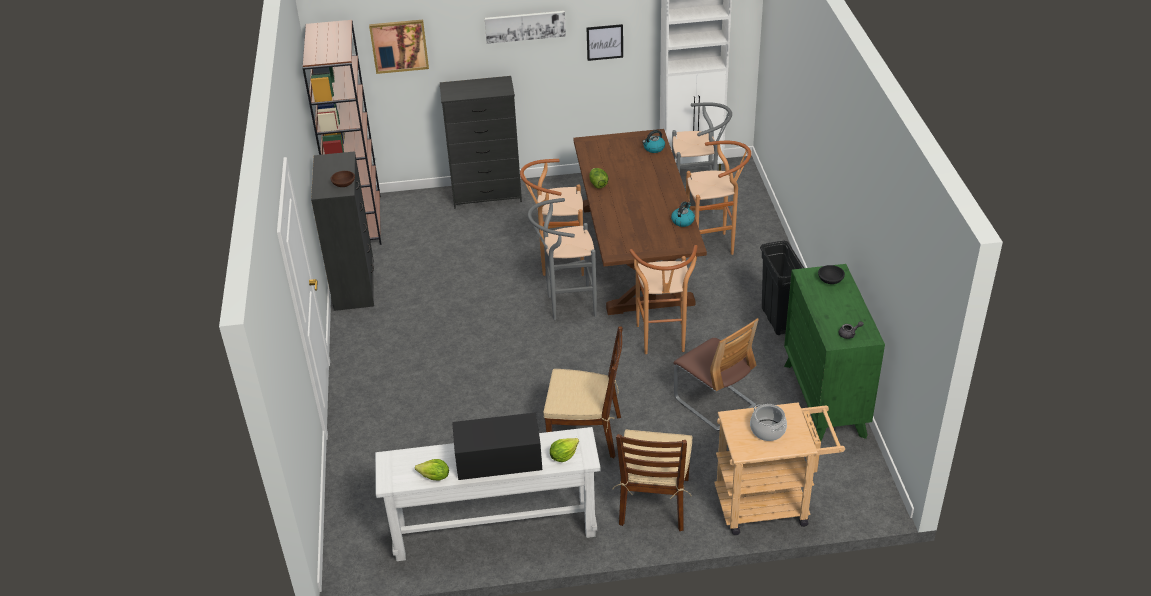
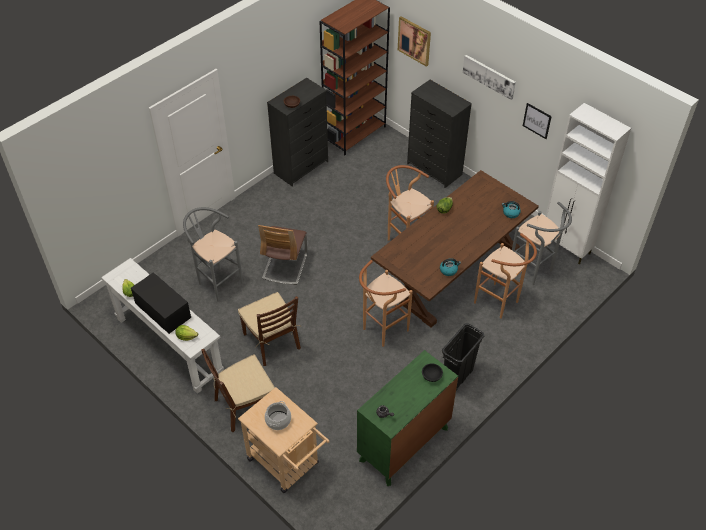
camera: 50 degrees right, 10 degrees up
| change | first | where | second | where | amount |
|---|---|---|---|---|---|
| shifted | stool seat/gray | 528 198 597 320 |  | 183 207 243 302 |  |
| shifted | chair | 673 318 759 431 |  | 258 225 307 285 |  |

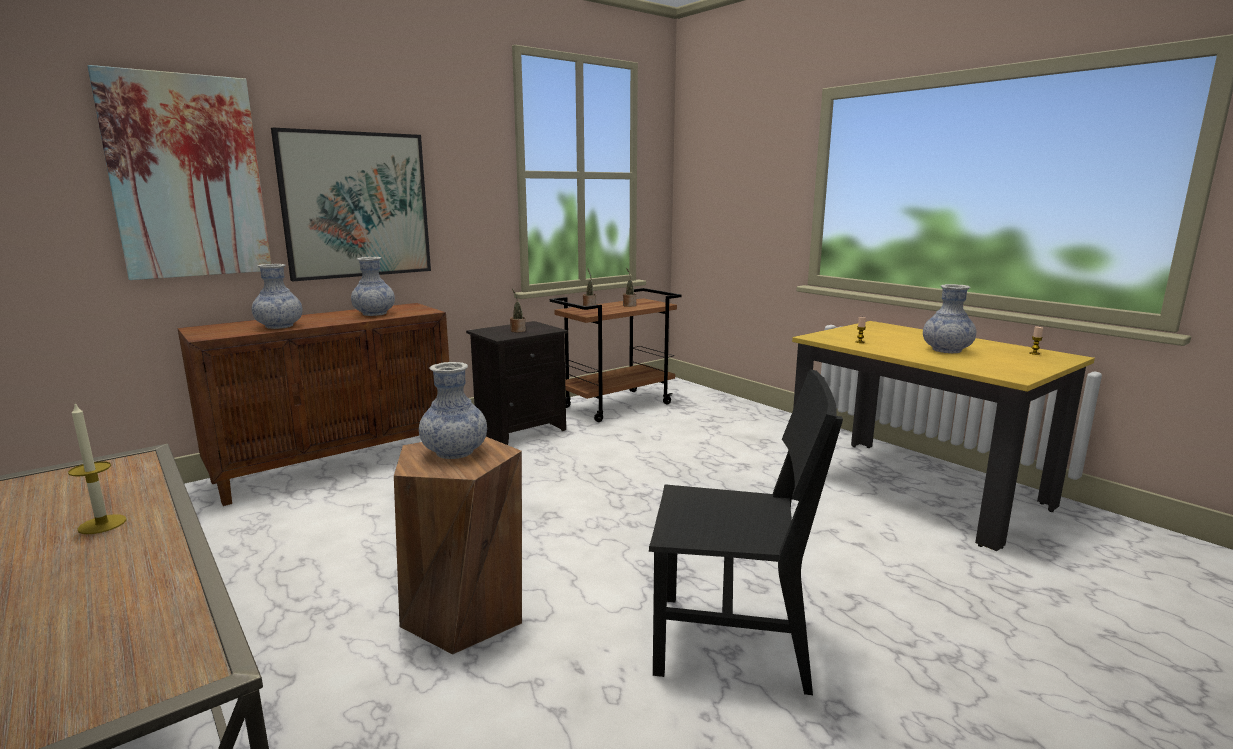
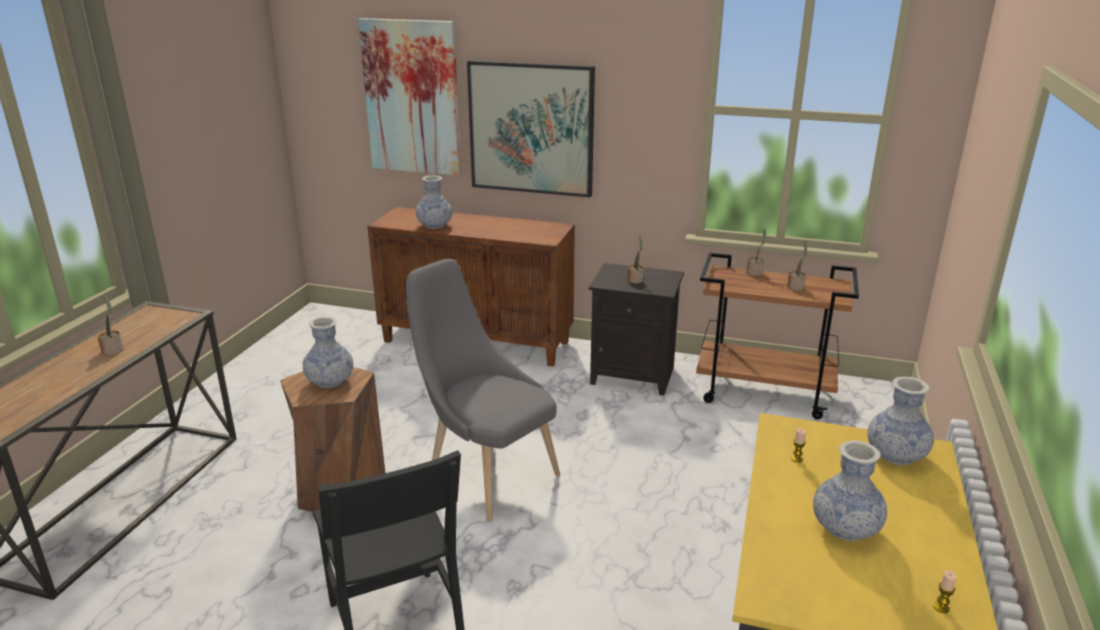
camera: 55 degrees right, 10 degrees up
| change | first | where | second | where | amount |
|---|---|---|---|---|---|
| shifted | decorative vase | 351 257 395 316 |  | 867 377 934 465 |  |
| swapped | wax candle | 68 403 127 534 | plant in a pot | 97 295 123 355 |  |
| new |  |  | chair/gray | 406 259 560 522 |  |

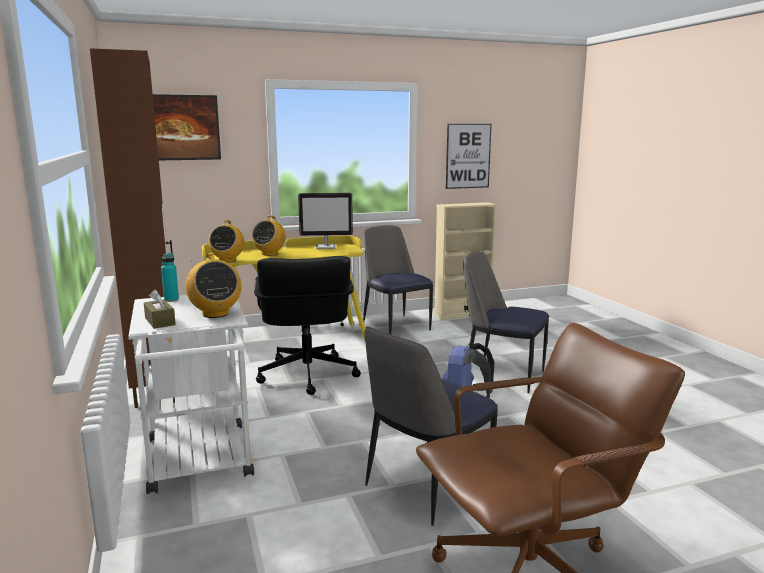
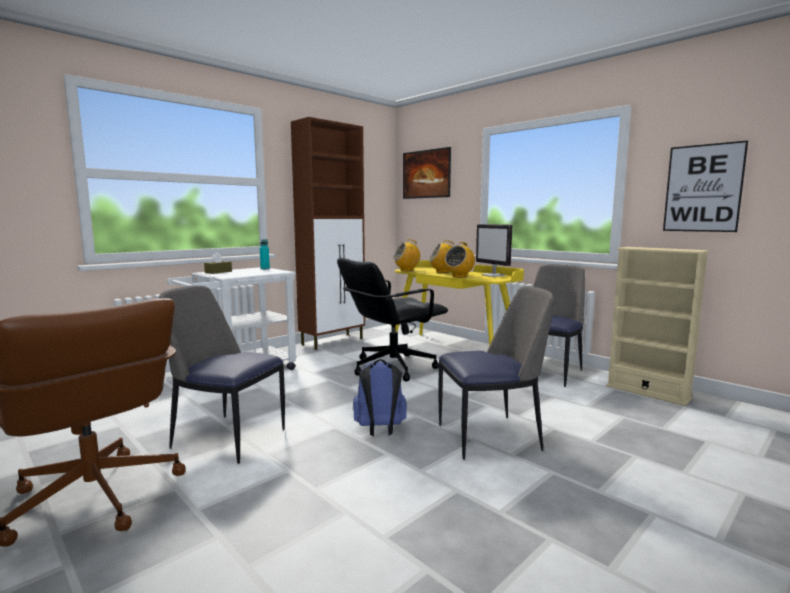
camera: 65 degrees right, 5 degrees down
| change | first | where | second | where | amount |
|---|---|---|---|---|---|
| rotated | chair | 463 251 549 393 |  | 438 286 555 460 | 75 degrees clockwise |
| shifted | radio set | 186 253 241 318 |  | 445 242 475 277 |  |

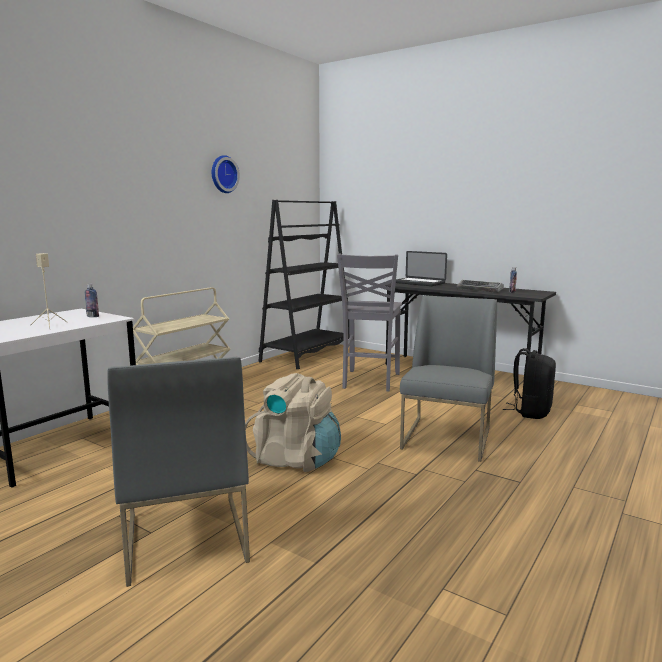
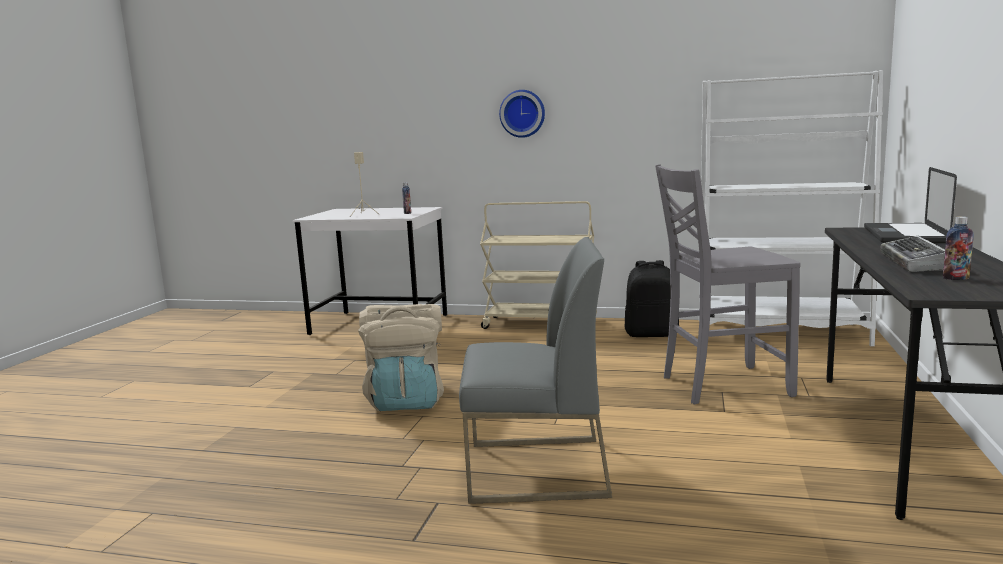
camera: 70 degrees right, 0 degrees up
| change | first | where | second | where | amount |
|---|---|---|---|---|---|
| shifted | wall clock | 212 155 240 193 |  | 499 90 545 138 |  |
| repainted | bookcase/black-coloured | 258 200 349 369 | bookcase/whitish | 699 70 883 347 |  |
| shifted | knapsack/black-coloured | 503 348 556 419 |  | 625 260 679 337 |  |
| gone | chair/gray | 107 357 250 587 |  |  |  |

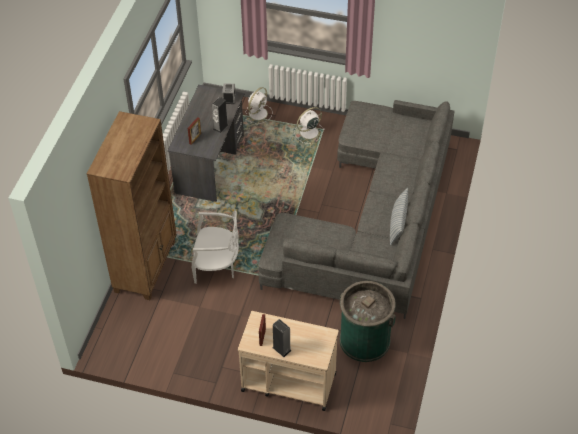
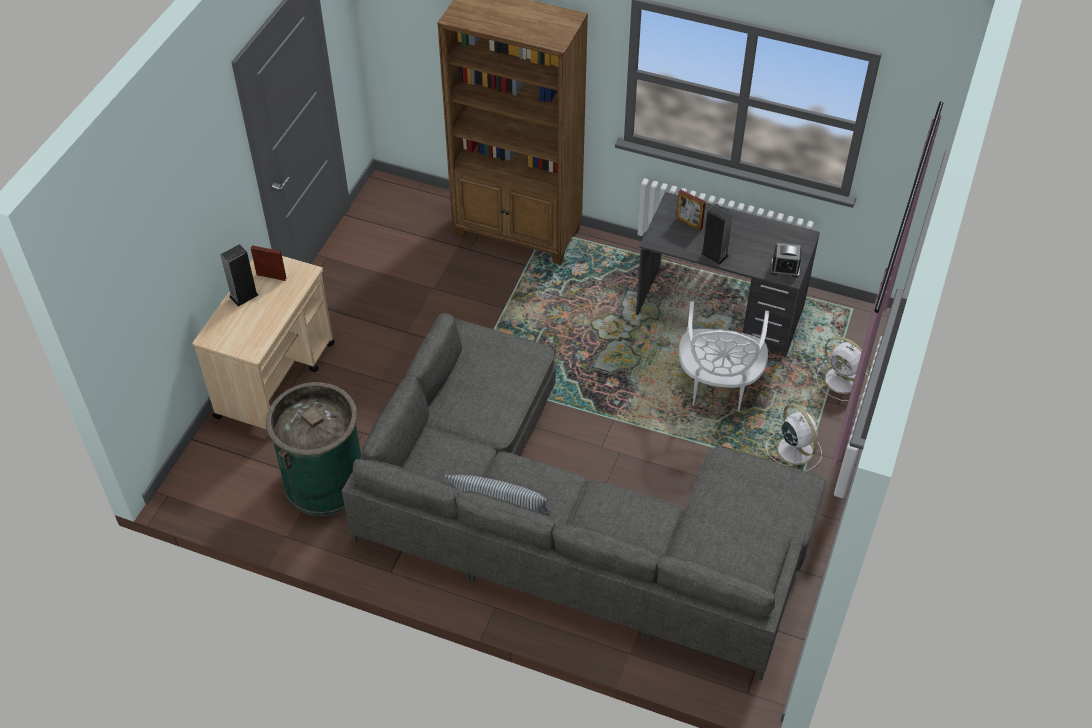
camera: 95 degrees right, 0 degrees up
| change | first | where | second | where | amount |
|---|---|---|---|---|---|
| shifted | chair/whitish | 192 211 239 284 |  | 679 301 769 412 |  |

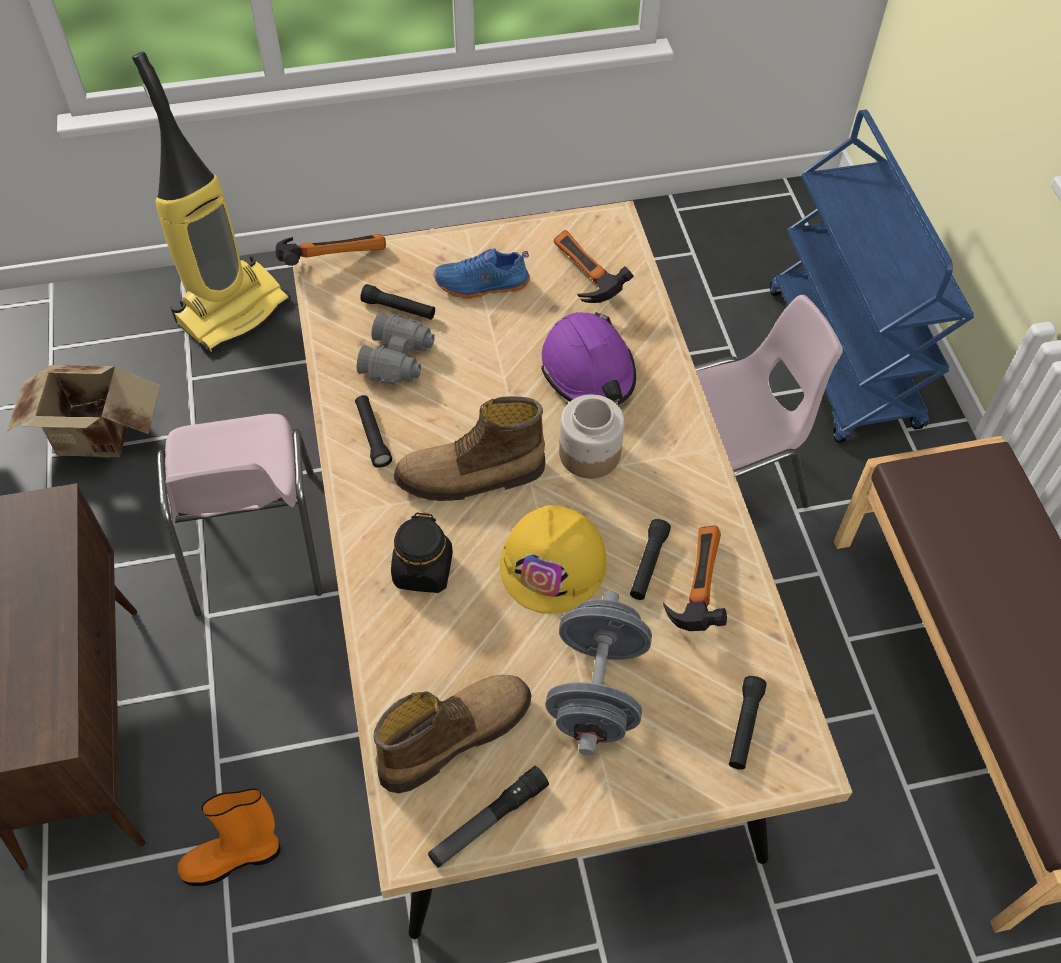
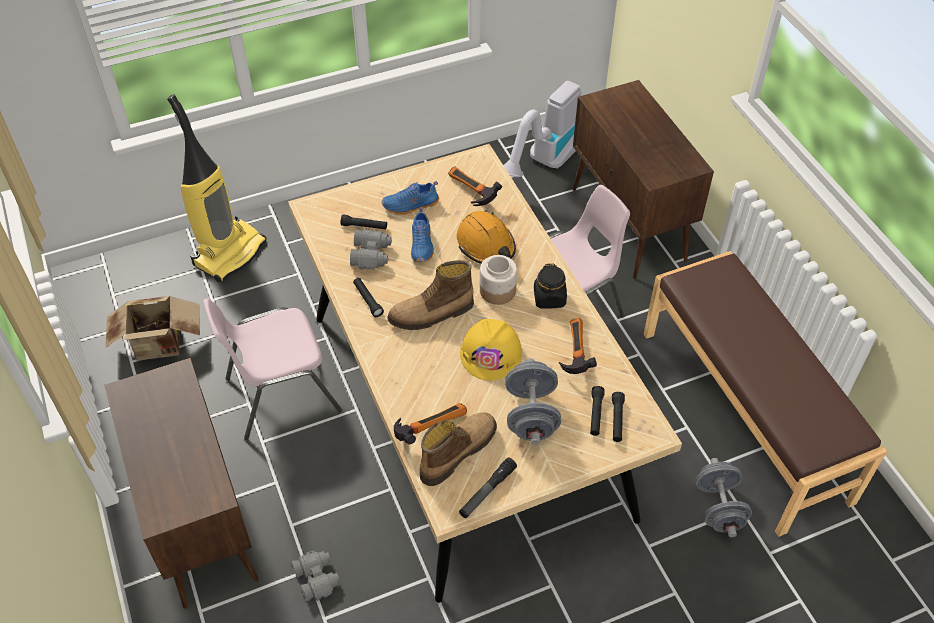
camera: 10 degrees left, 5 degrees down
| change | first | where | second | where | amount |
|---|---|---|---|---|---|
| swapped | cart/bluish | 770 110 974 443 | cupboard/brownish | 573 80 714 279 |  |
| shifted | hammer | 276 234 386 266 |  | 394 403 467 444 |  |
| repainted | safety helmet/purplish | 541 312 636 405 | safety helmet/orange | 457 210 516 264 |  |
| rotated | chair/pink | 157 414 323 616 |  | 203 298 342 440 | 90 degrees clockwise |
| shifted | preserve jar/black-coloured | 391 512 453 593 |  | 534 264 567 309 |  |
| shifted | hand torch/black-coloured | 630 519 671 600 |  | 590 386 605 436 |  |
| swapped | high-top boot/orange | 177 788 280 886 | pair of binoculars/gray | 291 551 340 602 |  |
| new |  |  | hoover | 503 81 581 177 |  |
| new |  |  | item of footwear/bluish | 411 207 434 262 |  |
| new |  |  | hand weight/gray | 696 458 752 537 |  |

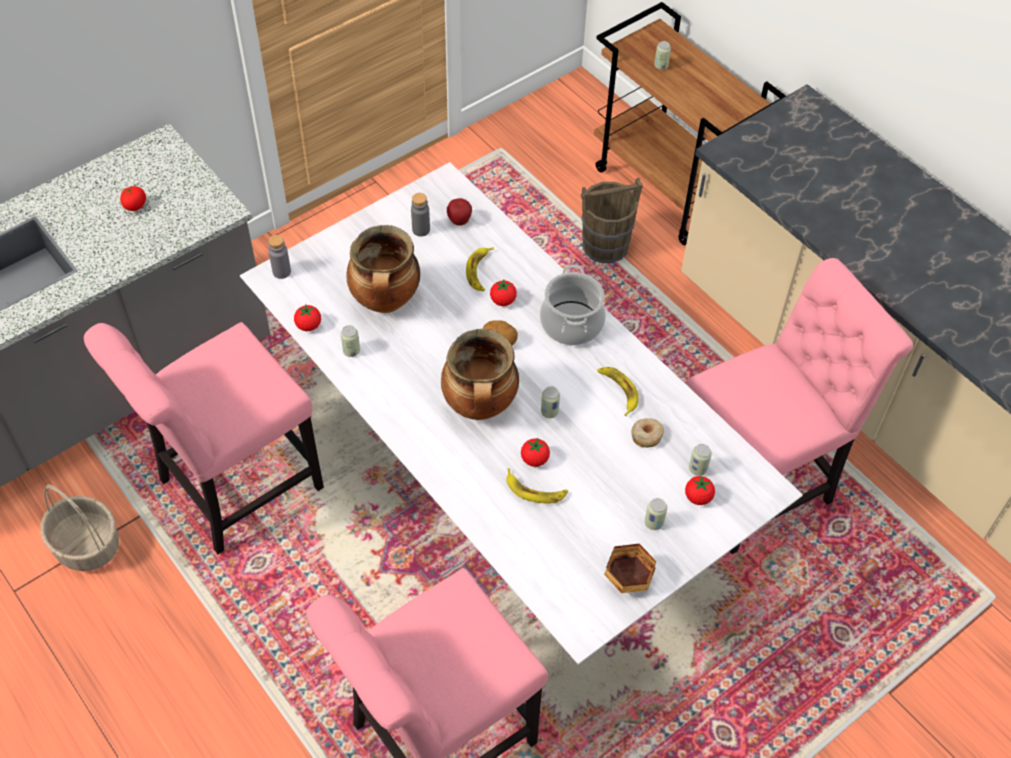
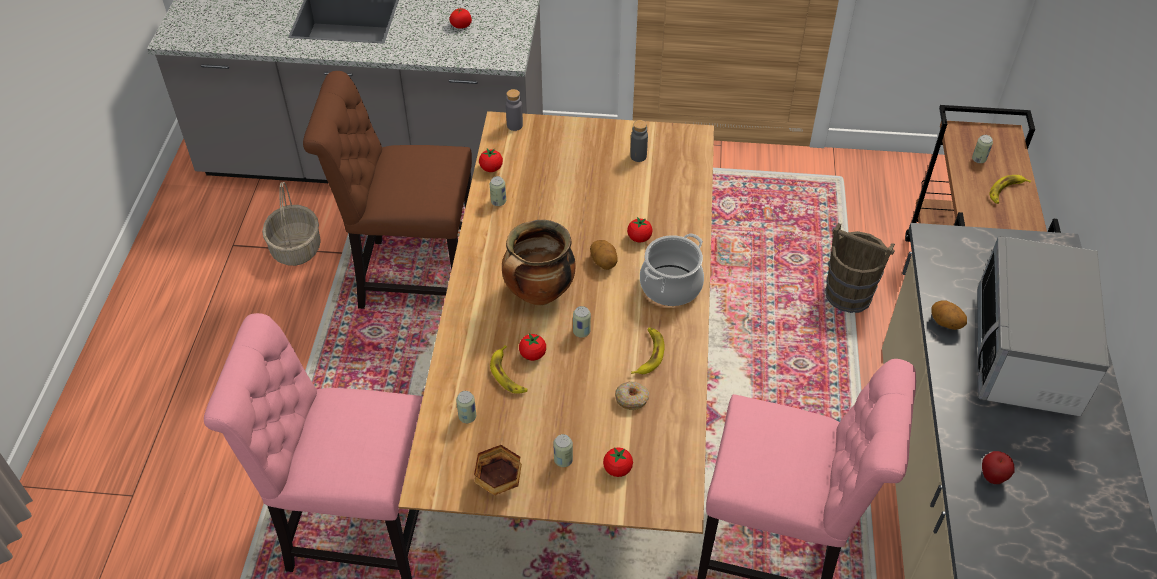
camera: 45 degrees right, 5 degrees down
| change | first | where | second | where | amount |
|---|---|---|---|---|---|
| repainted | kitchen table/whitish | 240 162 803 665 | kitchen table/brownish | 398 111 714 534 |  |
| shifted | apple fruit | 447 198 472 226 |  | 982 451 1015 484 |  |
| gone | saucepot | 346 225 420 313 |  |  |  |
| shifted | banana | 466 247 494 292 |  | 989 175 1031 204 |  |
| repainted | chair/pink | 84 322 324 554 | chair/brownish | 303 71 472 309 |  |
| shifted | sealed can | 689 444 712 476 |  | 456 391 476 423 |  |
| new |  |  | microwave | 977 236 1109 416 |  |
| new |  |  | whole potato | 931 300 967 330 |  |

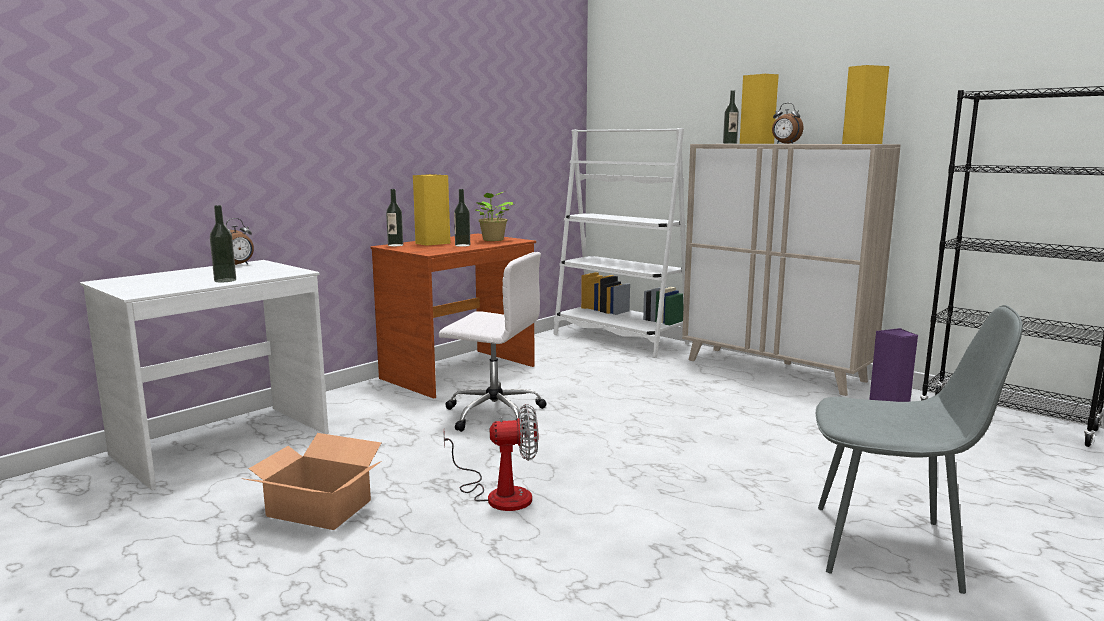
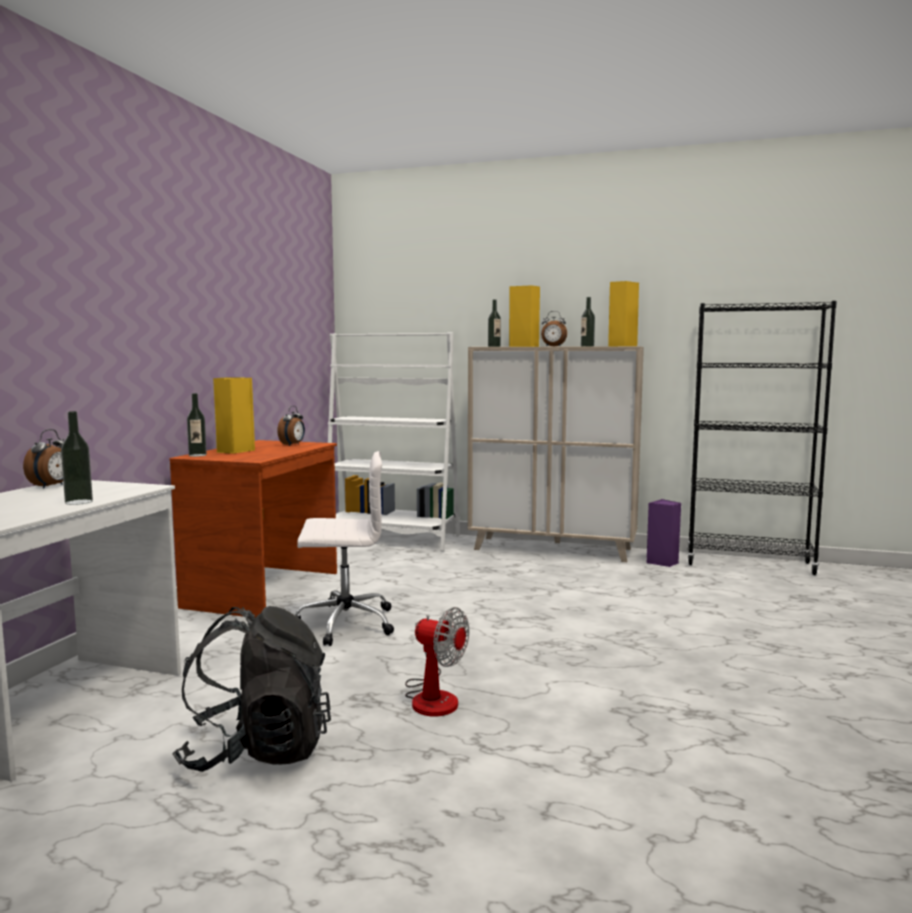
camera: 25 degrees left, 5 degrees down
| change | first | where | second | where | amount |
|---|---|---|---|---|---|
| shifted | bottle | 454 189 470 247 |  | 581 297 595 346 |  |
| swapped | plant in a pot | 475 192 513 241 | alarm clock | 277 406 305 446 |  |
| gone | chair/gray | 816 305 1023 594 |  |  |  |
| rotated | electric fan | 444 404 538 511 |  | 405 607 469 716 | 60 degrees clockwise |
| swapped | carton | 245 433 382 530 | knapsack/black-coloured | 172 606 331 772 |  |

